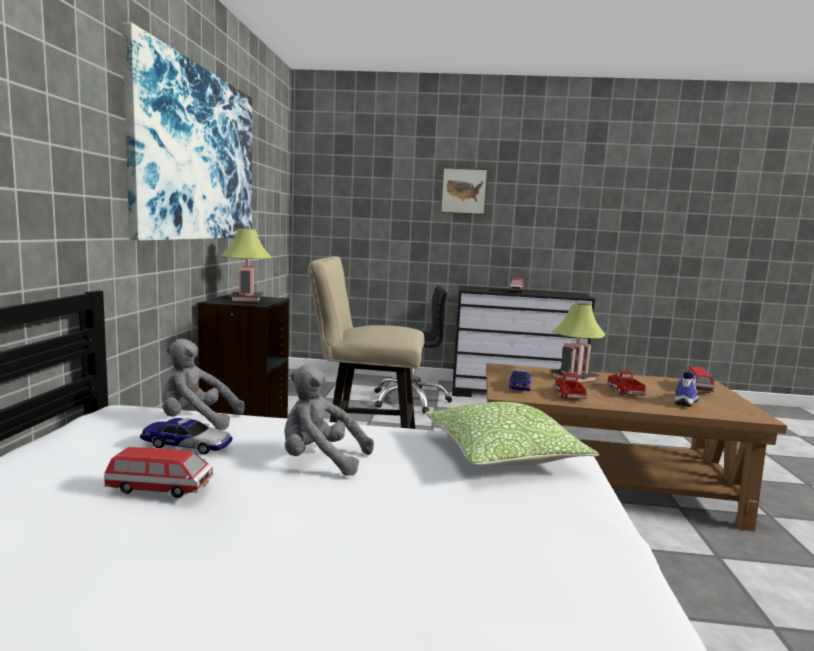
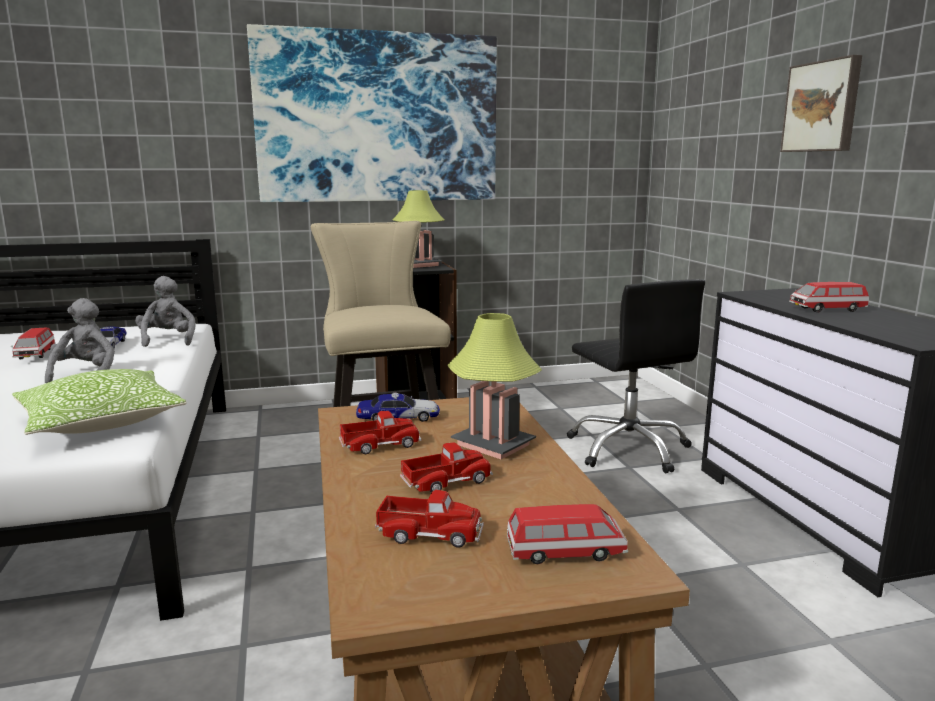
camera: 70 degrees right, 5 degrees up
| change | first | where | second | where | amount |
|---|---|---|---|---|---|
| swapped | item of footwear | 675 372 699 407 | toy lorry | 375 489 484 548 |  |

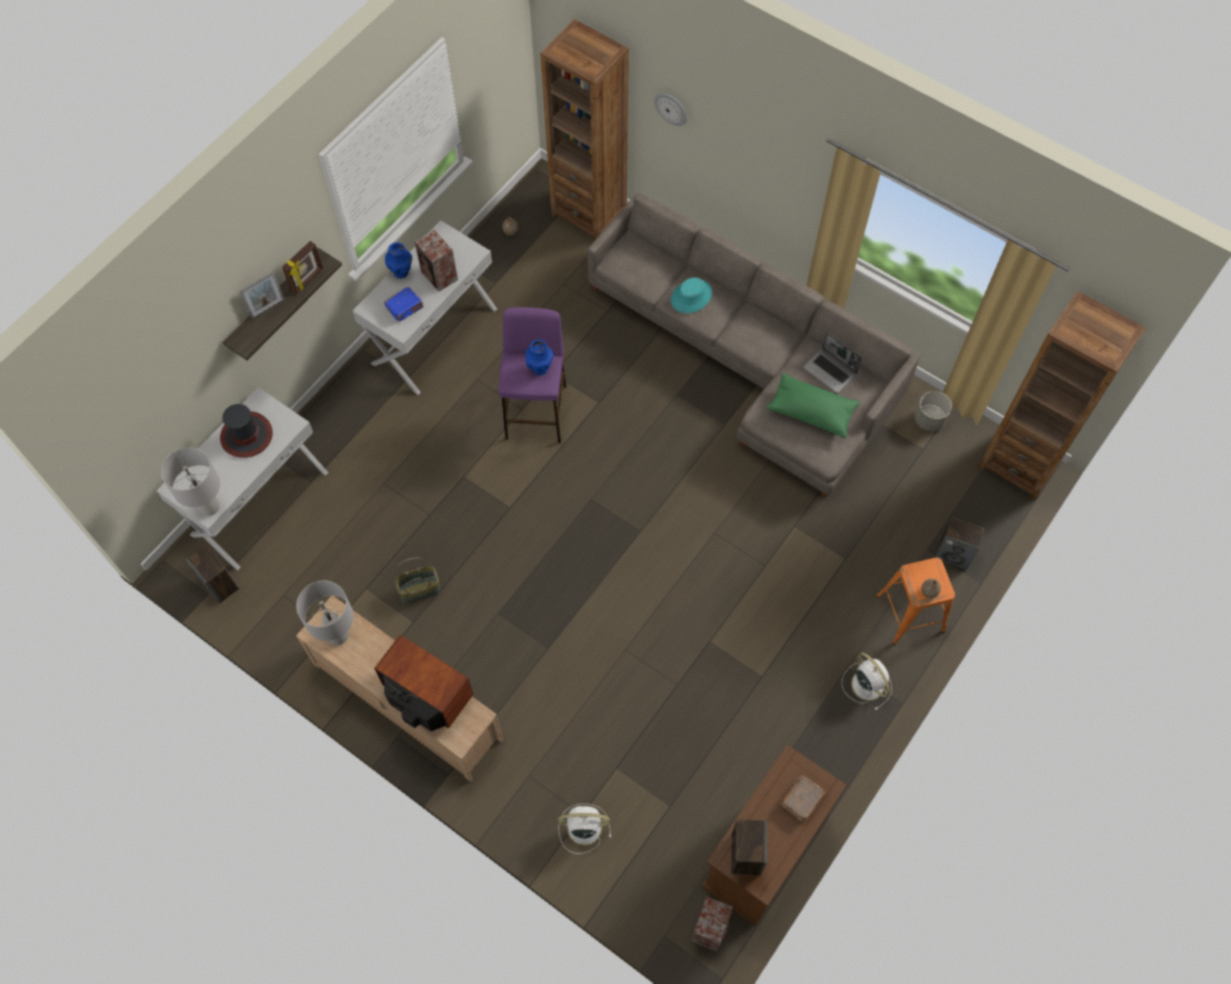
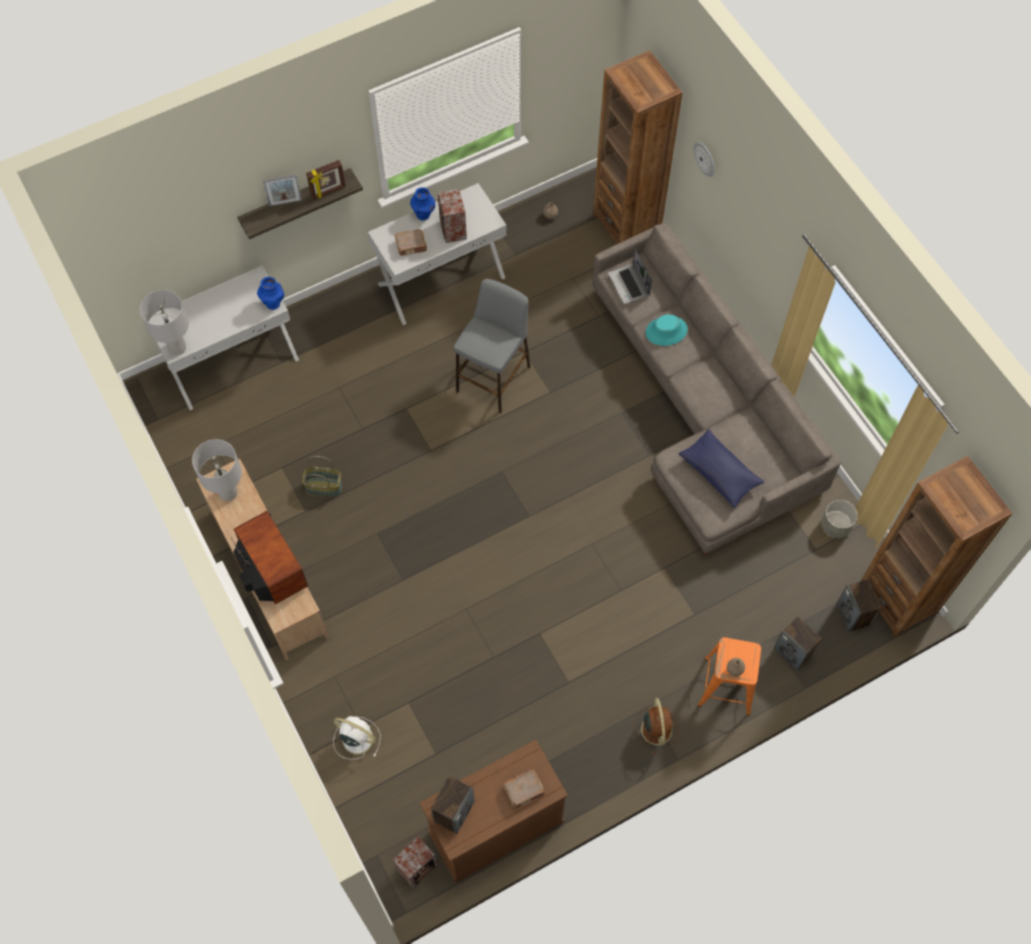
camera: 25 degrees right, 0 degrees up
| change | first | where | second | where | amount |
|---|---|---|---|---|---|
| repainted | volume/bluish | 384 287 424 321 | volume/brownish | 395 229 427 256 |  |
| repainted | stool seat/purplish | 498 307 566 443 | stool seat/gray | 453 279 530 413 |  |
| shifted | notebook computer | 803 332 862 393 |  | 608 249 652 304 |  |
| shifted | decorative vase/bluish | 525 340 554 375 |  | 257 277 284 310 |  |
| repainted | throw pillow/green-coloured | 766 373 860 438 | throw pillow/bluish | 678 429 764 508 |  |
| gone | hat | 220 404 273 458 |  |  |  |
| shifted | speaker | 186 545 239 604 |  | 836 579 881 632 |  |
| repainted | electric fan/whitish | 842 653 892 710 | electric fan/brownish | 633 698 679 754 |  |

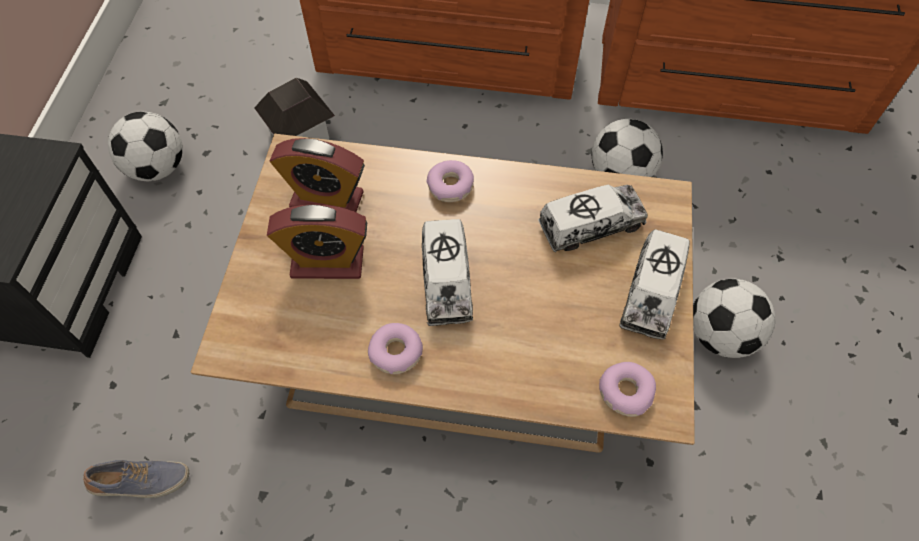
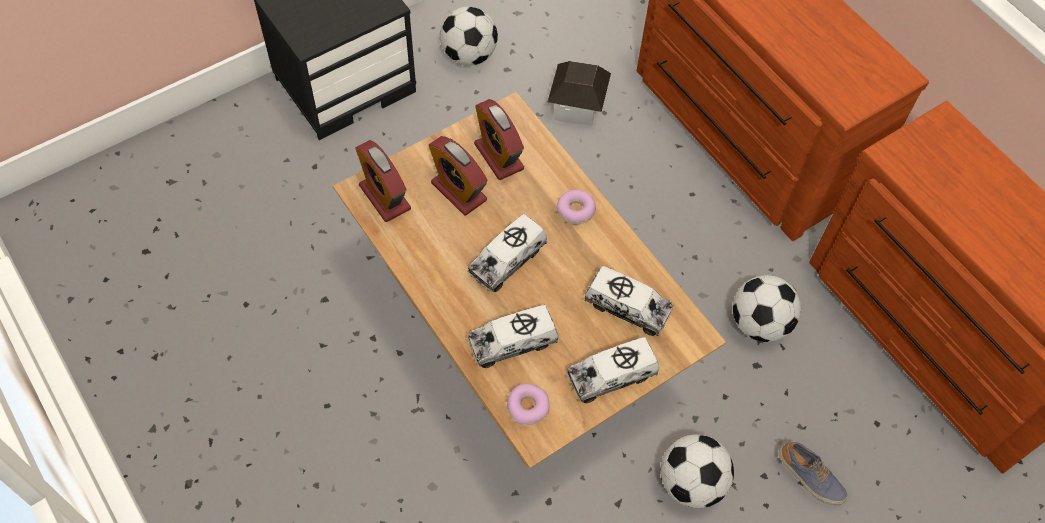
camera: 45 degrees right, 0 degrees up
| change | first | where | second | where | amount |
|---|---|---|---|---|---|
| gone | doughnut | 368 323 423 374 |  |  |  |
| shifted | item of footwear | 83 460 189 498 |  | 779 442 848 505 |  |
| new |  |  | alarm clock | 355 140 411 222 |  |
| new |  |  | toy lorry | 467 305 559 368 |  |

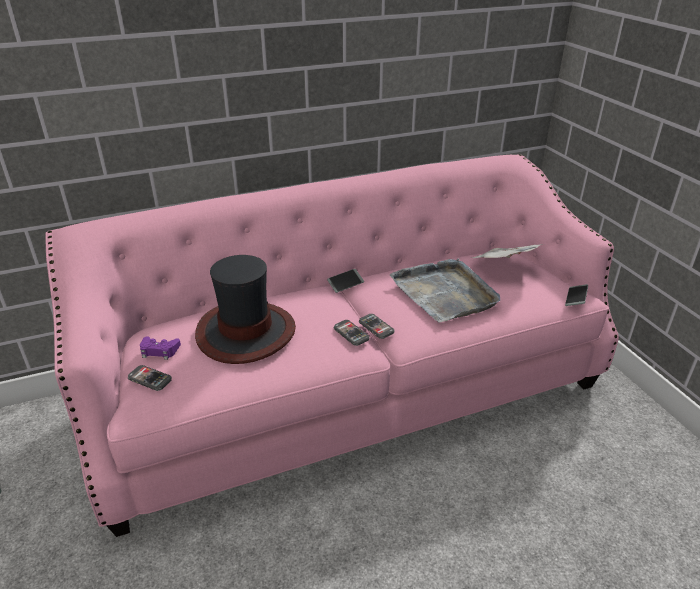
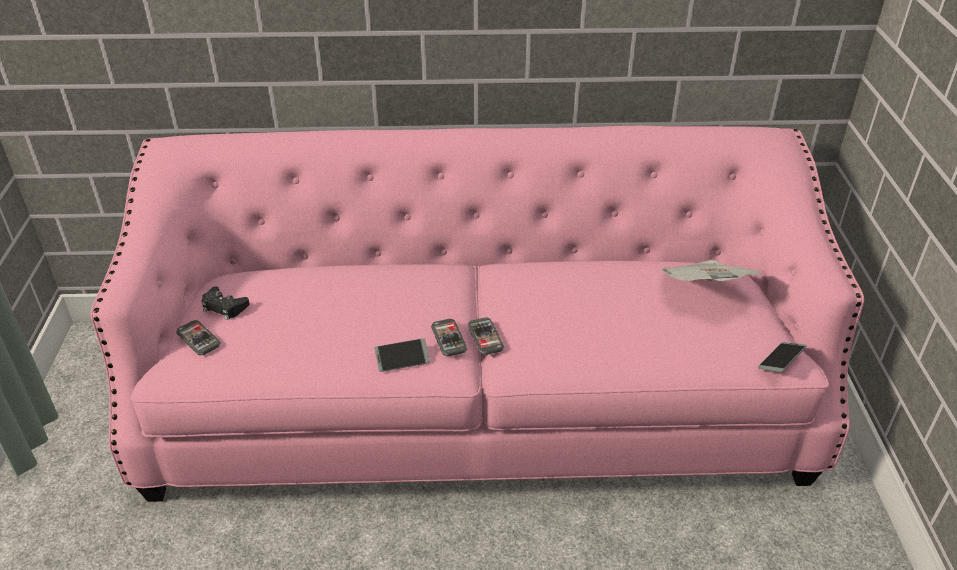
camera: 20 degrees right, 5 degrees up
| change | first | where | second | where | amount |
|---|---|---|---|---|---|
| gone | hat | 195 255 296 364 |  |  |  |
| gone | carrying tray/gray | 390 259 500 322 |  |  |  |
| shifted | telephone | 327 269 364 293 |  | 374 338 430 372 |  |
| repainted | joypad/purplish | 140 336 181 360 | joypad/black-coloured | 201 287 250 320 |  |

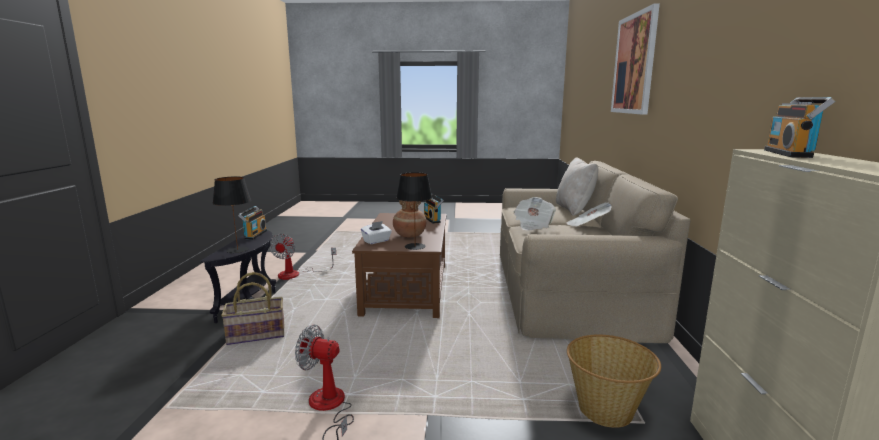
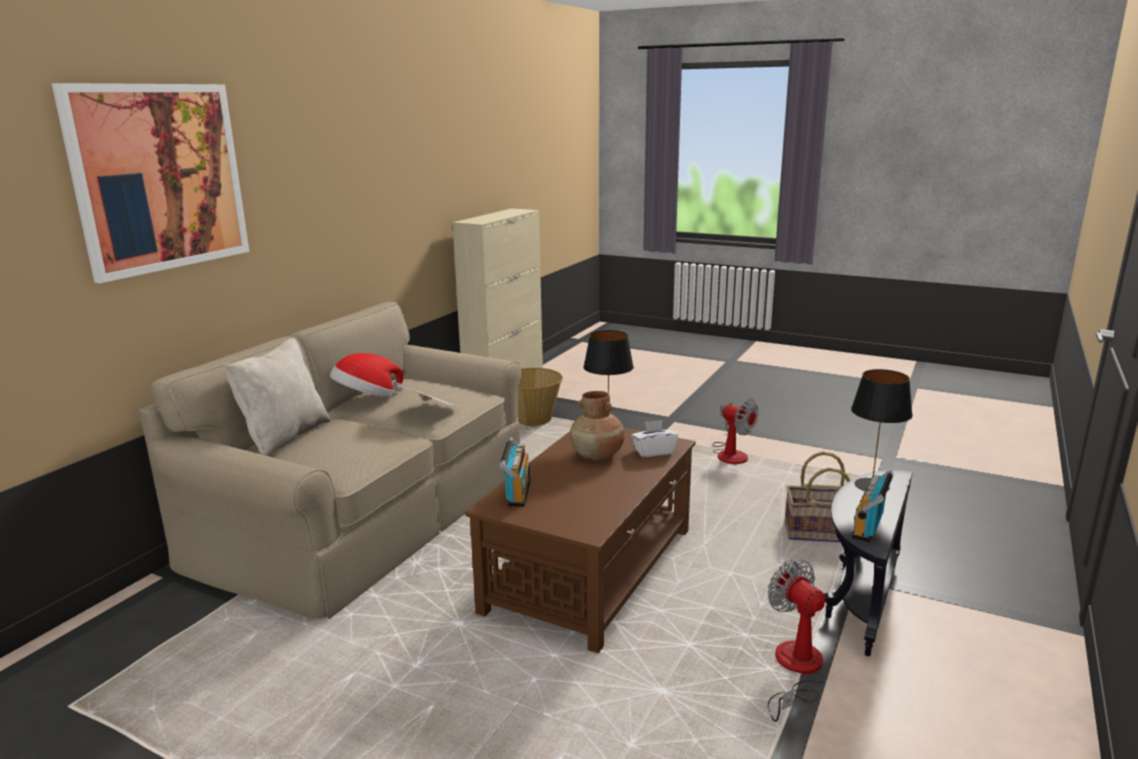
camera: 155 degrees left, 5 degrees up
| change | first | where | second | where | amount |
|---|---|---|---|---|---|
| gone | radio set | 764 97 835 158 |  |  |  |
| swapped | daily paper | 566 203 612 227 | hat | 330 353 403 398 |  |
| rotated | electric fan | 269 234 336 280 |  | 768 559 825 722 | 60 degrees counterclockwise |

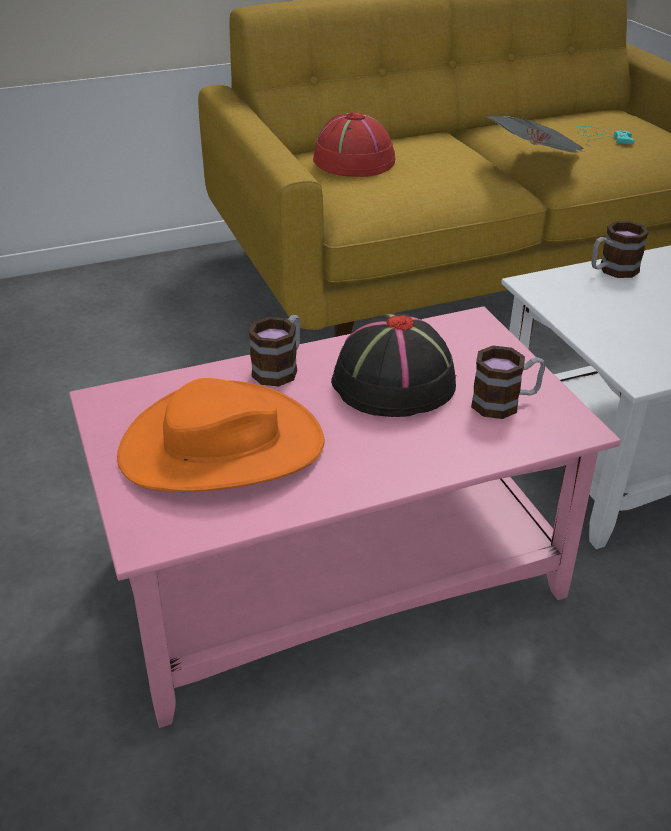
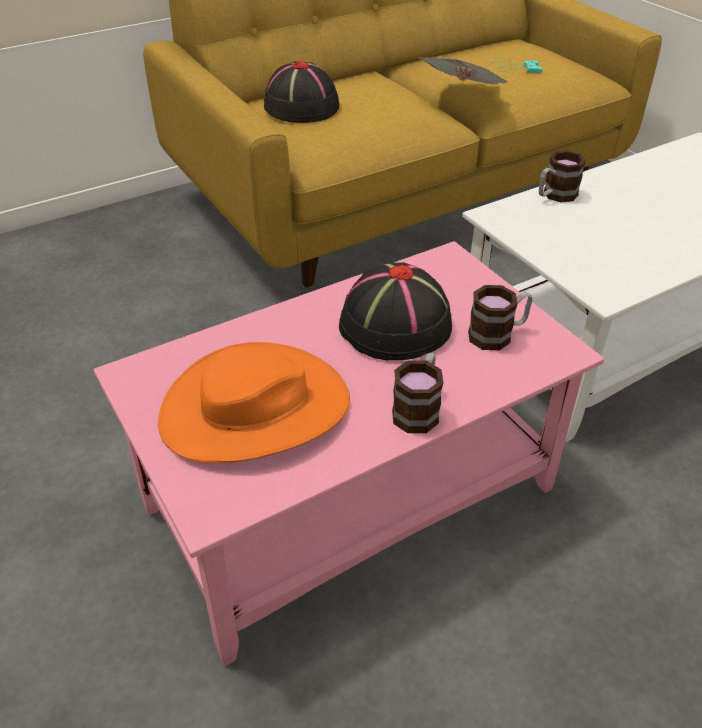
camera: 10 degrees left, 5 degrees up
| change | first | where | second | where | amount |
|---|---|---|---|---|---|
| repainted | hat/red-coloured | 313 112 396 177 | hat/black-coloured | 264 61 339 123 |  |
| shifted | tea mug | 249 315 300 386 |  | 392 353 443 433 |  |

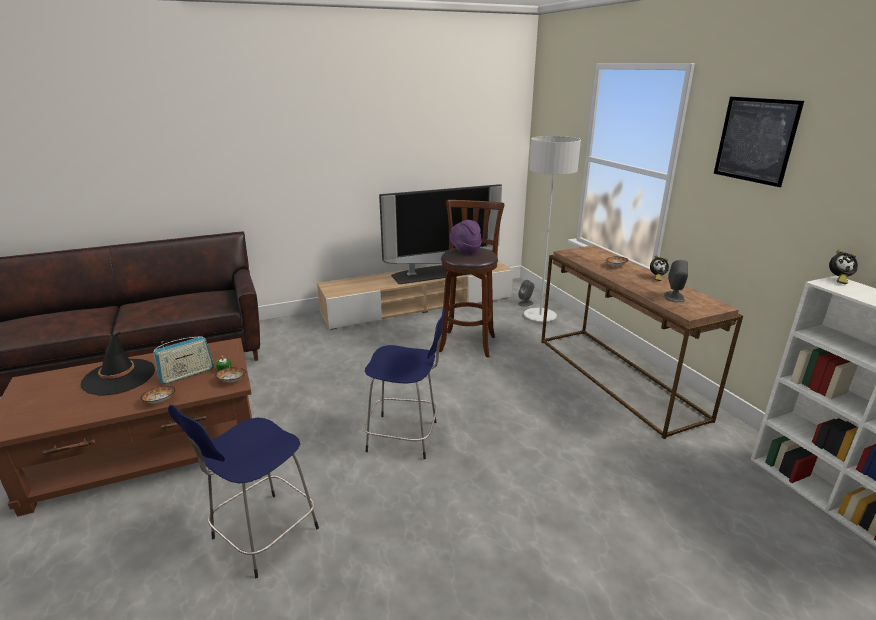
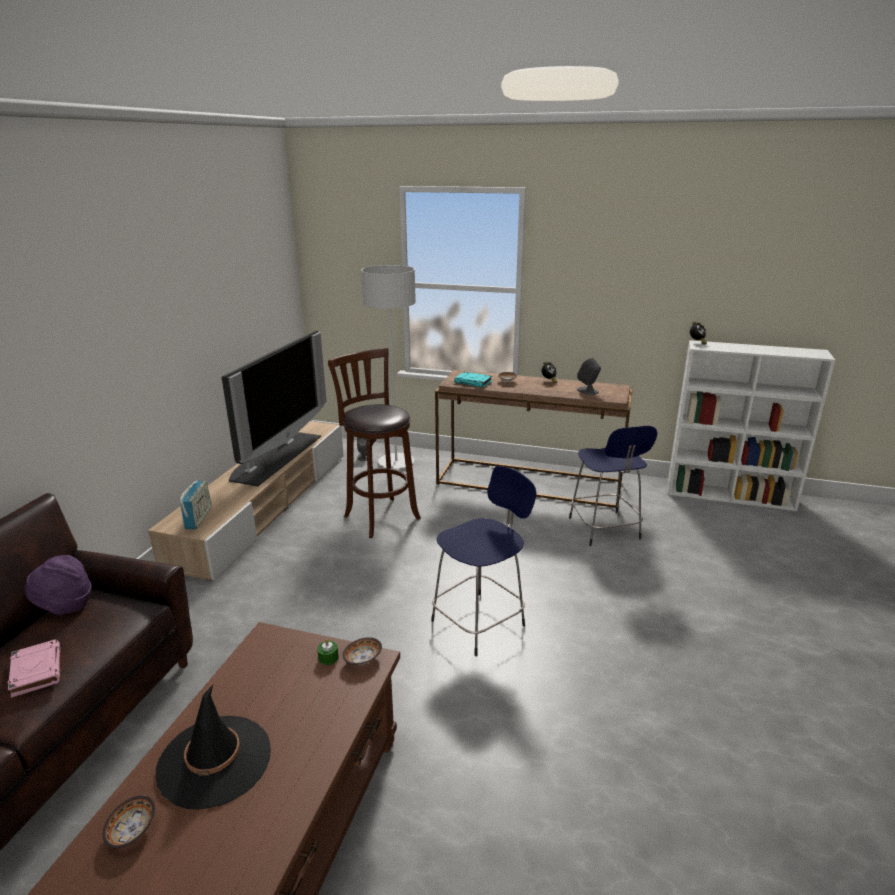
camera: 50 degrees left, 0 degrees up
| change | first | where | second | where | amount |
|---|---|---|---|---|---|
| gone | wall art | 714 97 804 187 |  |  |  |
| shifted | hat/purplish | 449 220 481 254 |  | 25 555 91 615 |  |
| shifted | radio set | 153 336 214 384 |  | 180 480 212 529 |  |
| shifted | bowl | 140 386 176 403 |  | 103 795 155 848 |  |
| shifted | stool seat/bluish | 168 405 319 578 |  | 569 426 657 546 |  |
| new |  |  | volume/turquoise-coloured | 454 371 492 387 |  |
| new |  |  | volume/pink | 8 639 60 698 |  |

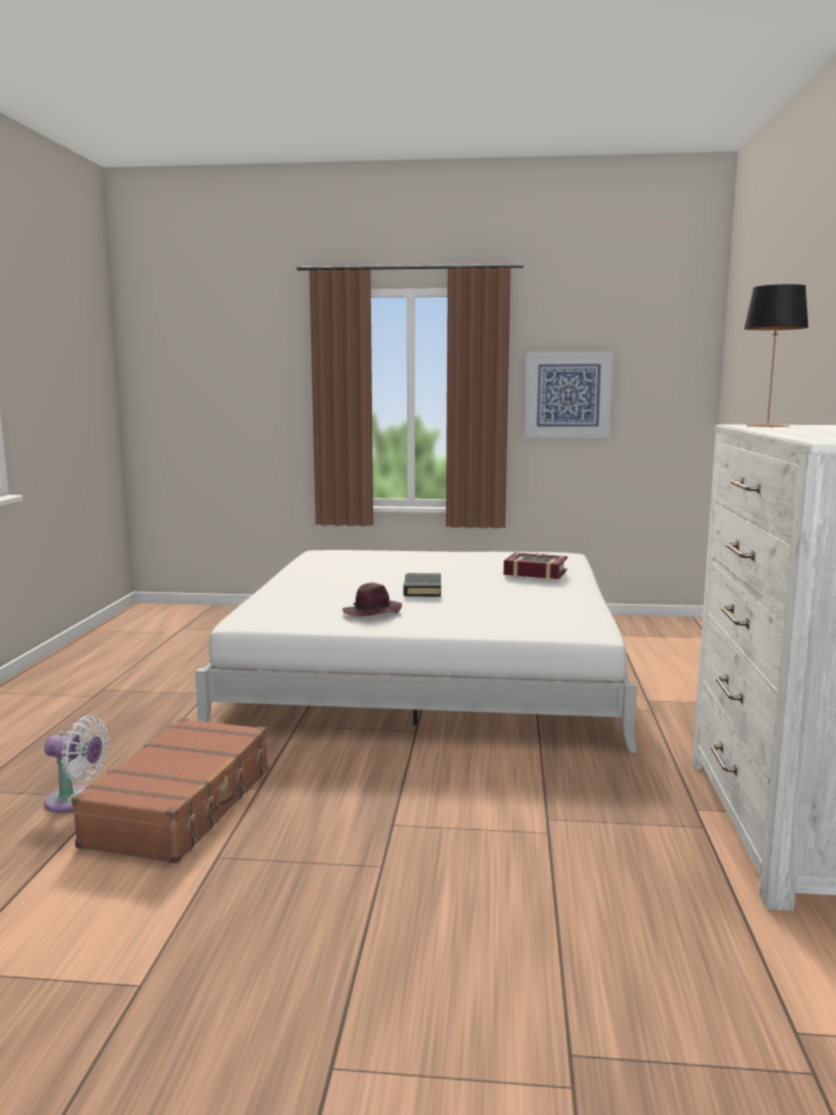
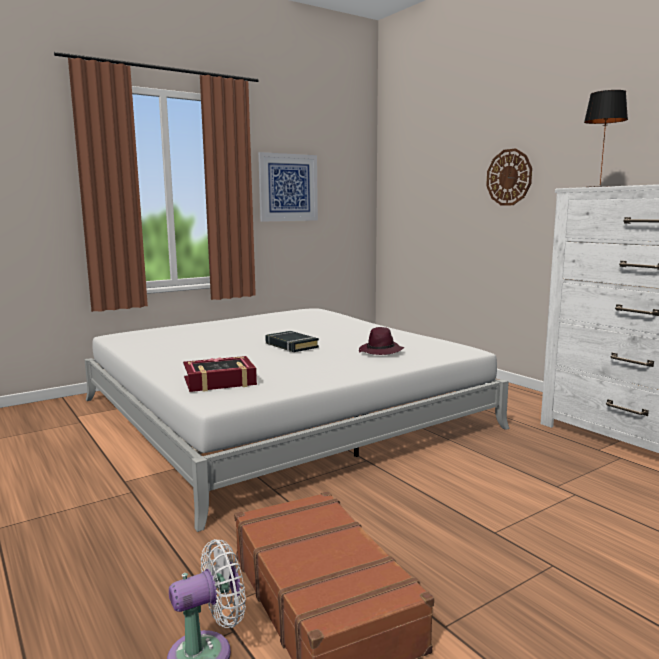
camera: 40 degrees left, 0 degrees up
| change | first | where | second | where | amount |
|---|---|---|---|---|---|
| shifted | volume | 504 552 568 579 |  | 183 356 257 392 |  |
| shifted | hat/purplish | 342 583 402 616 |  | 359 327 404 355 |  |
| new |  |  | wall clock | 486 148 532 206 |  |

